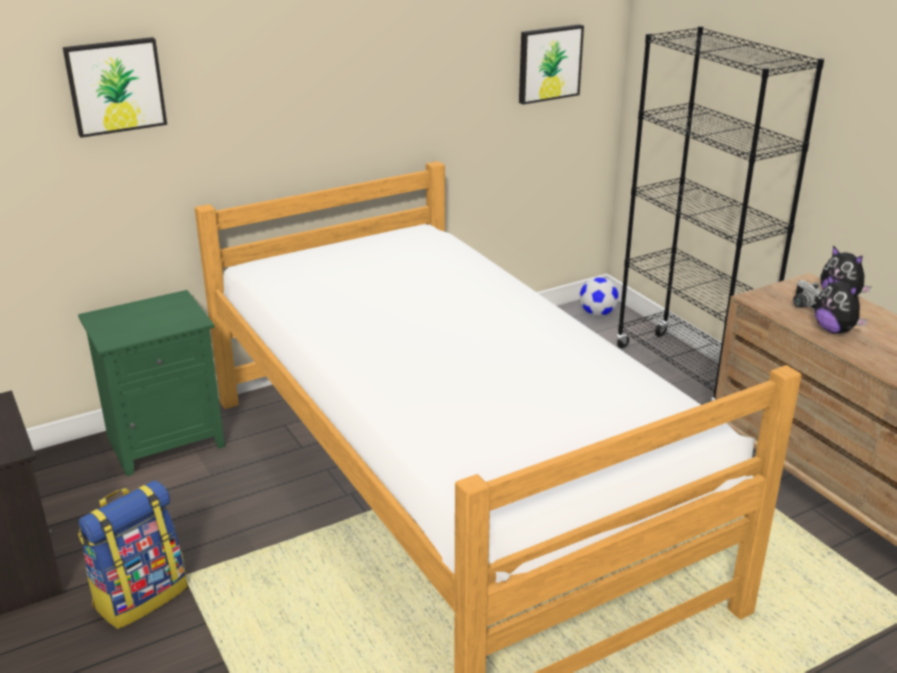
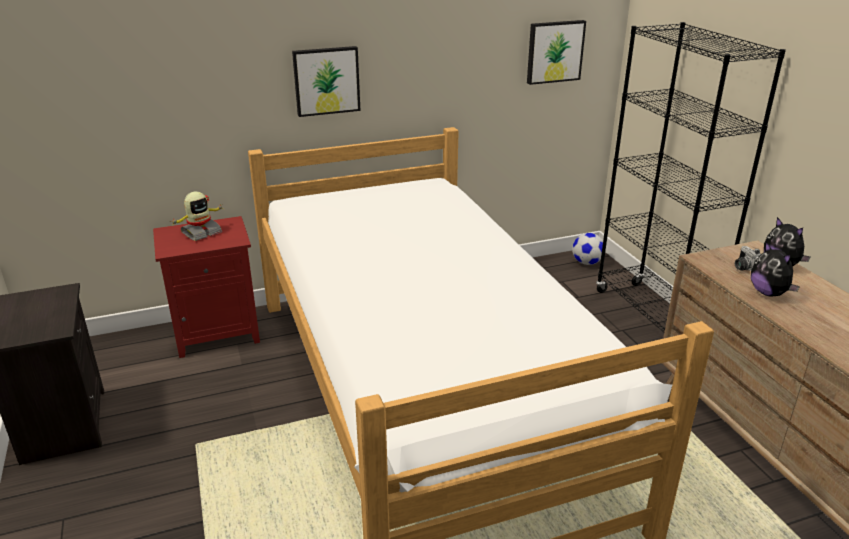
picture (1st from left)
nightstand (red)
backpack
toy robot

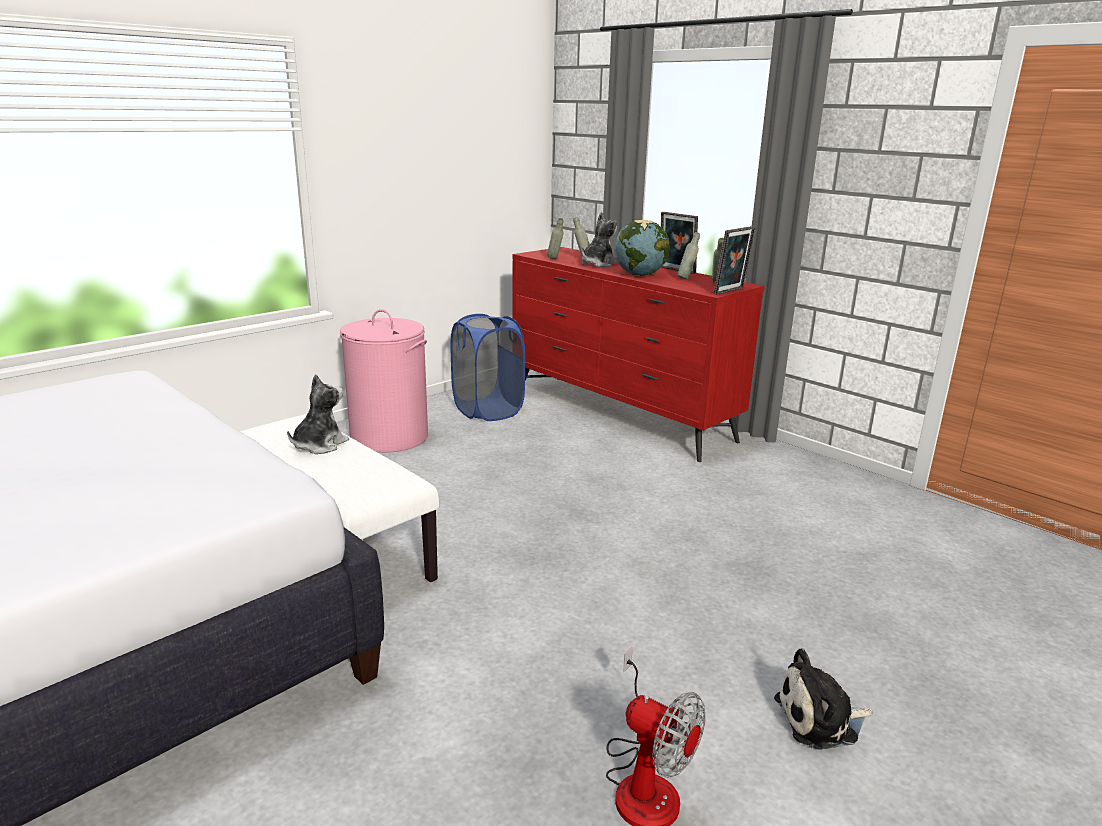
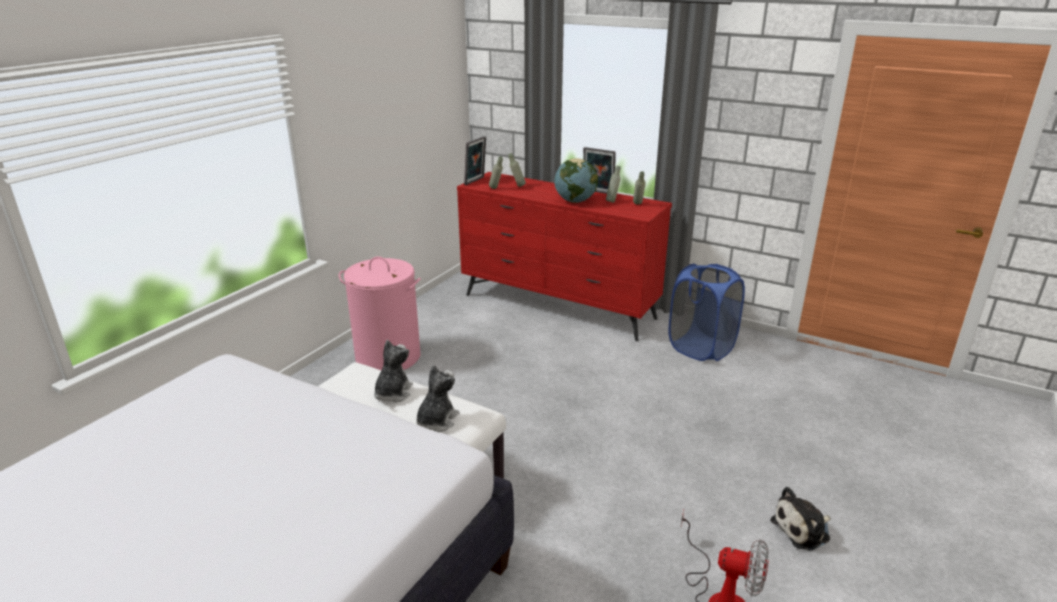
laundry basket (blue)
plush toy (2nd from left)
picture frame (1st from left)

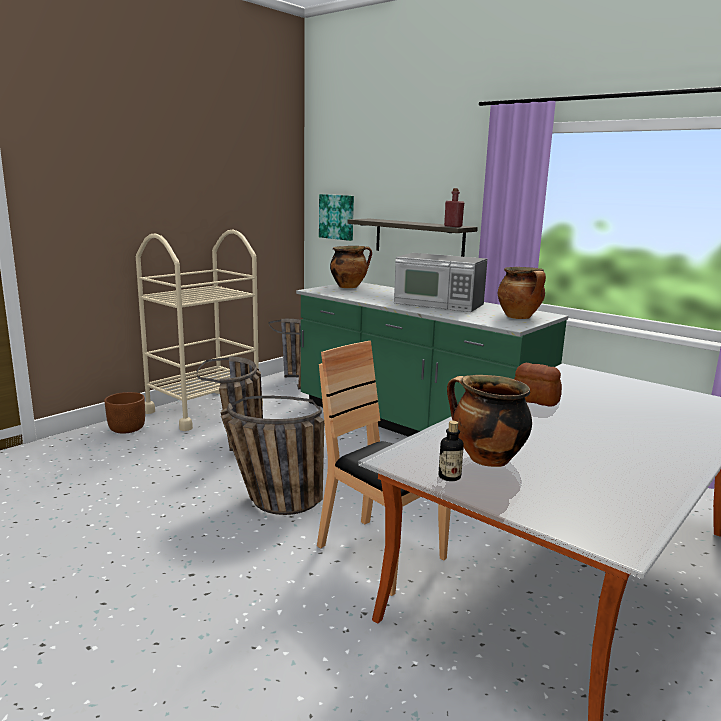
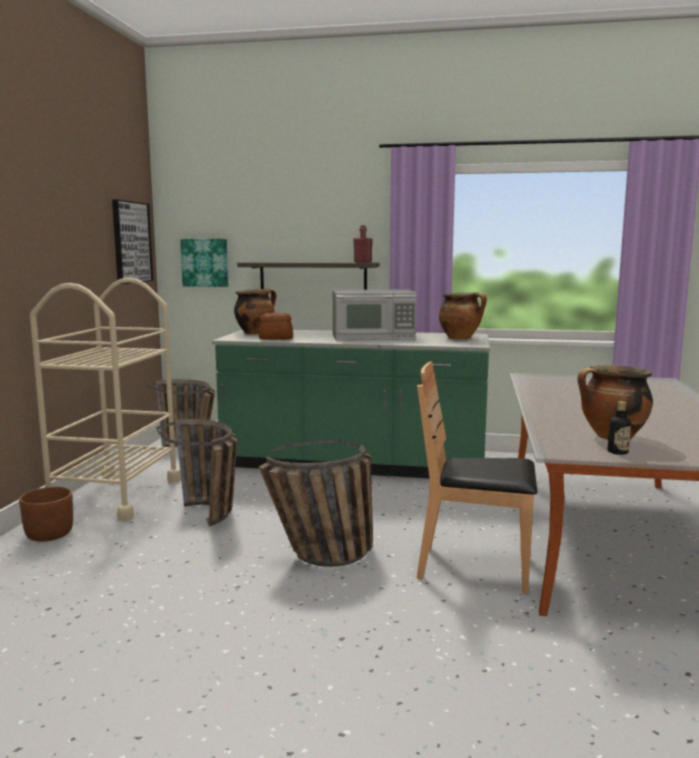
bread
picture (1st from left)

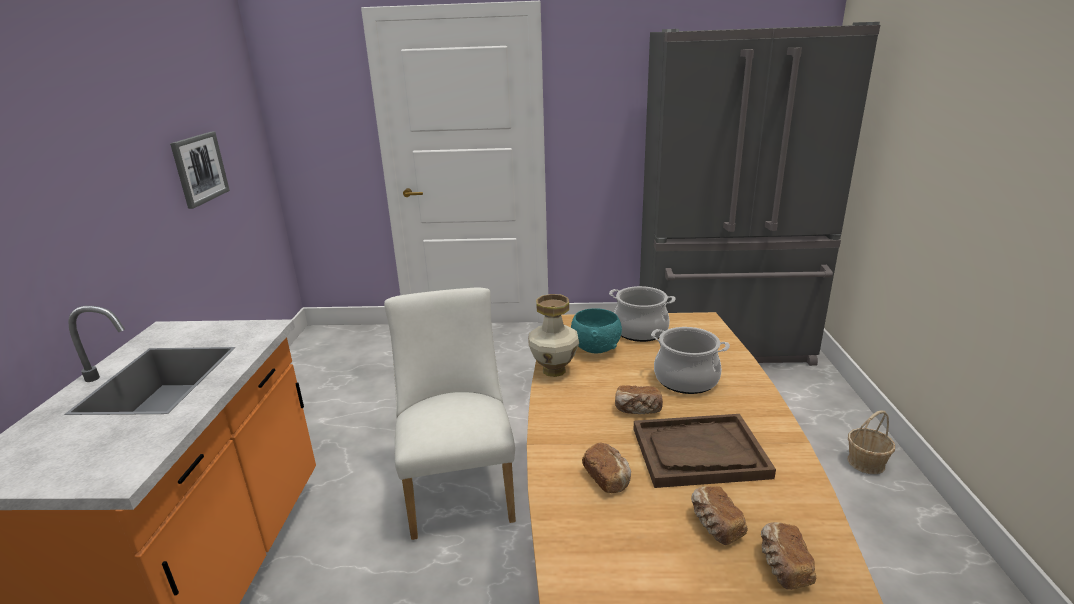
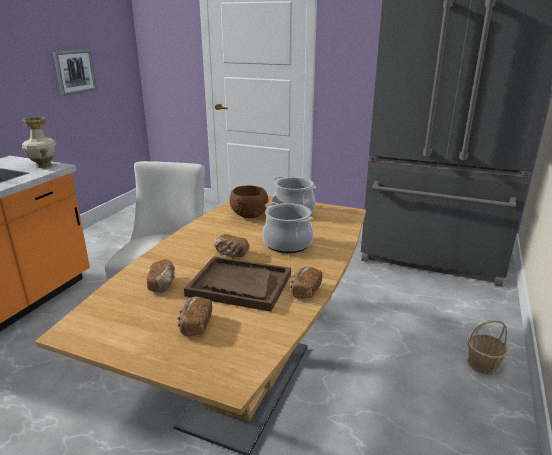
vase
bowl (brown)
bread (4th from left)

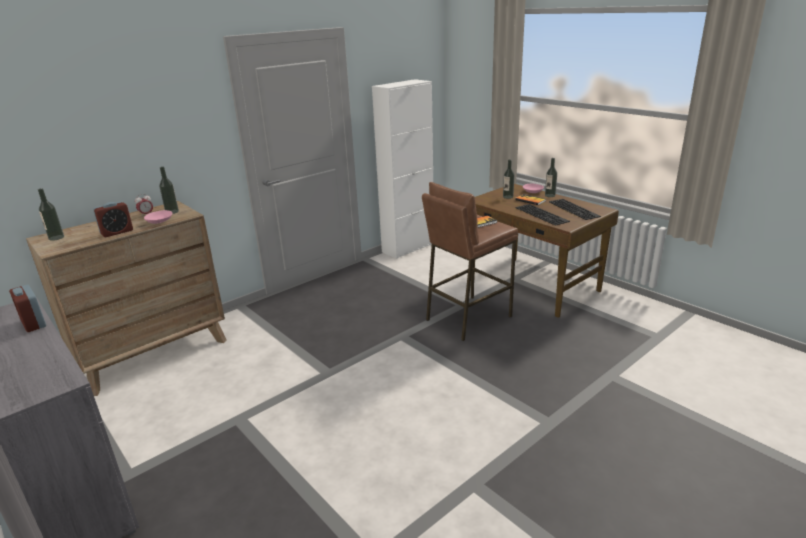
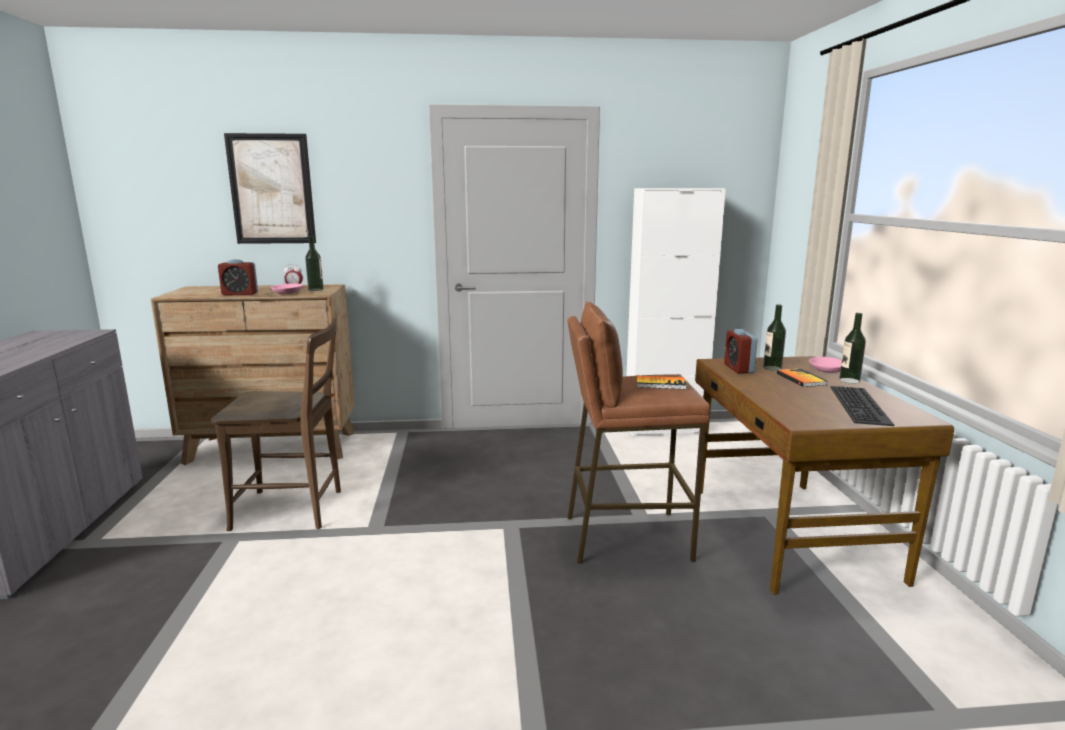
alarm clock (3rd from left)
bottle (1st from left in the first image)
keyboard (1st from left in the first image)
chair (brown)
picture

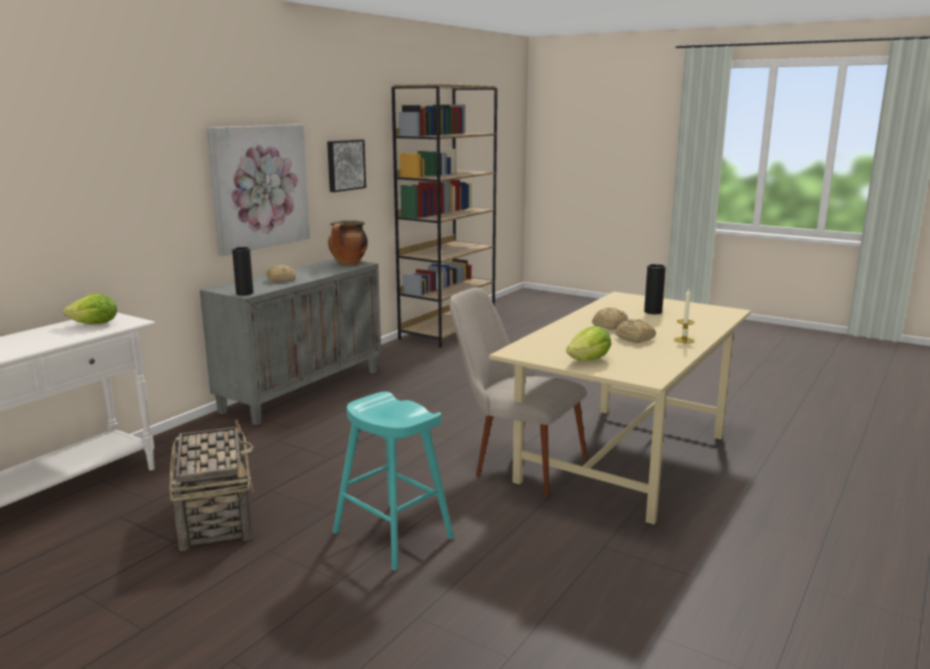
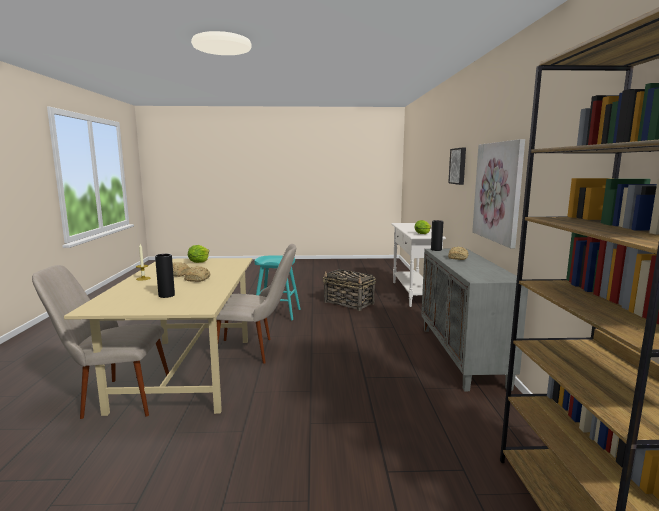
picture (1st from left)
cooking pot
chair (beige) (1st from left)

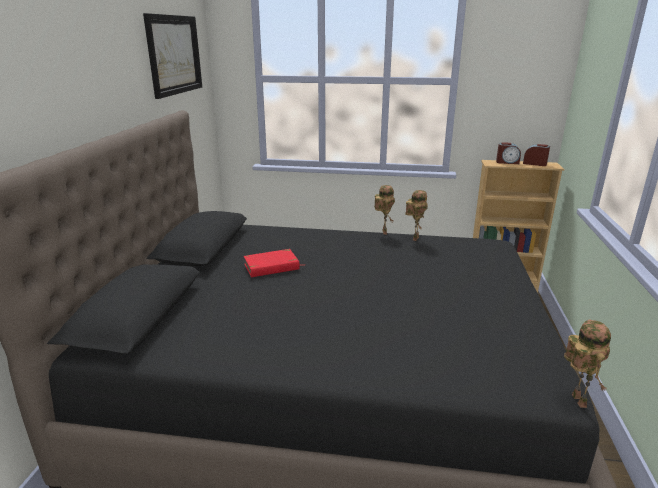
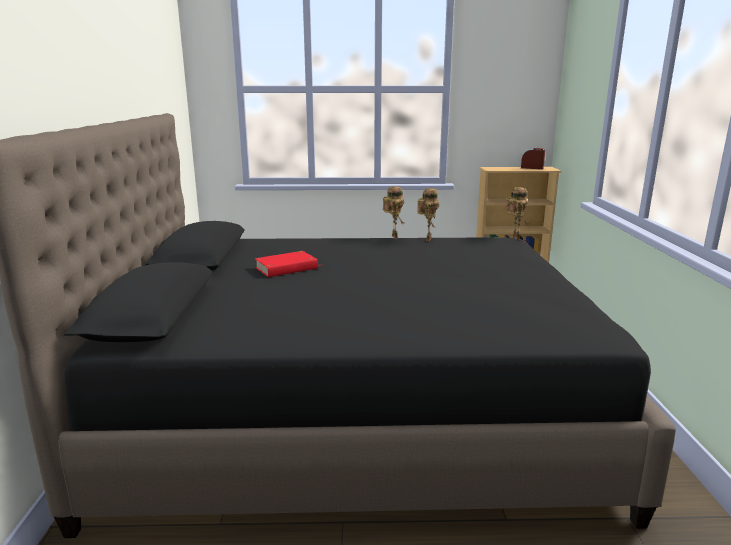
picture
alarm clock (1st from left in the first image)
toy robot (3rd from left)

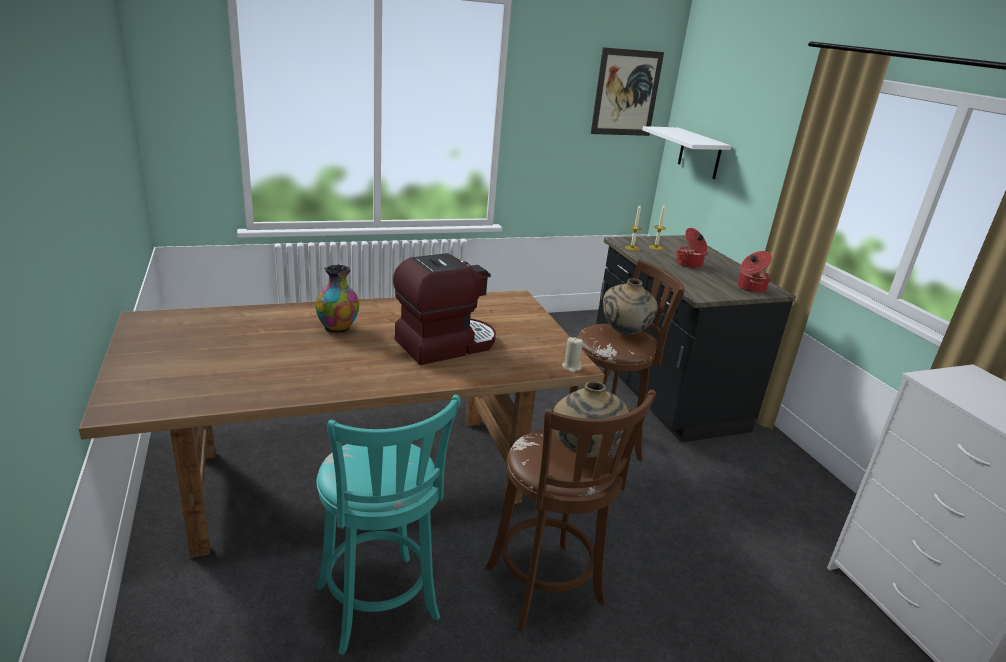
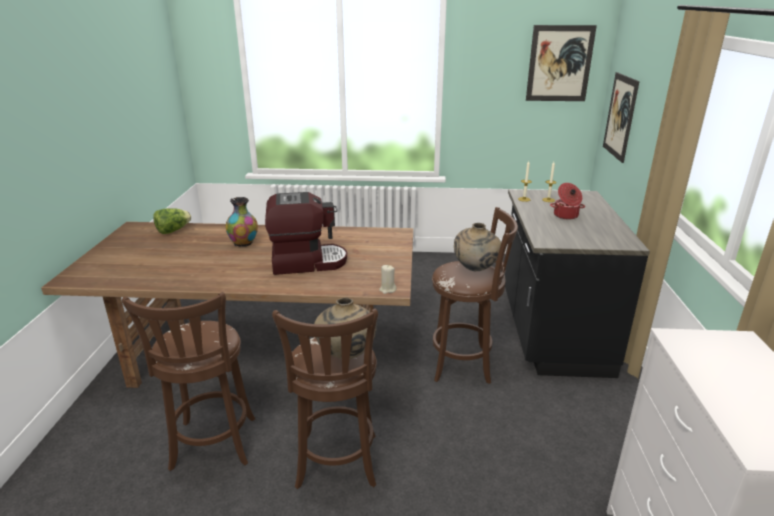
stool (brown) (1st from left)
picture (2nd from left)
cooking pot (2nd from left in the first image)
lettuce

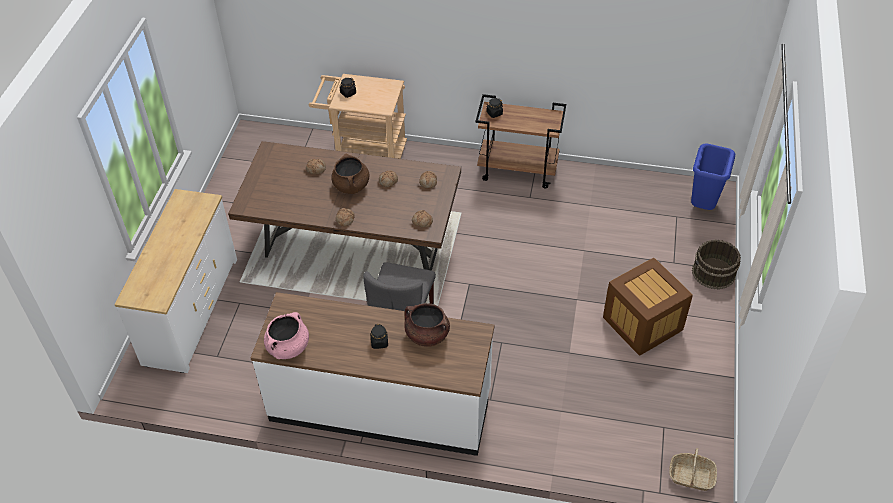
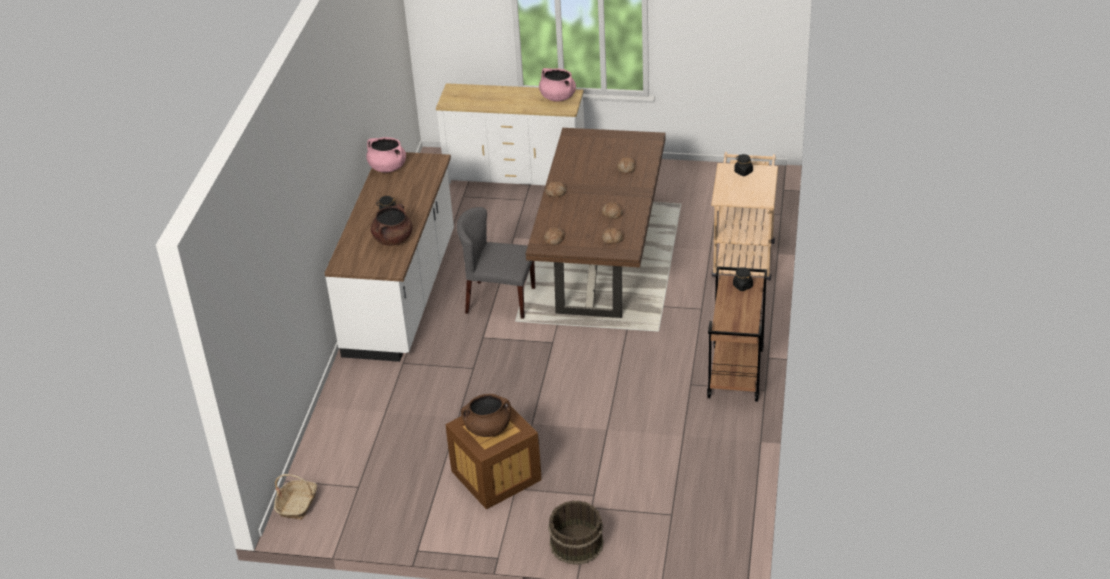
cooking pot (brown) (2nd from left)
trash can (blue)
cooking pot (pink) (2nd from left)

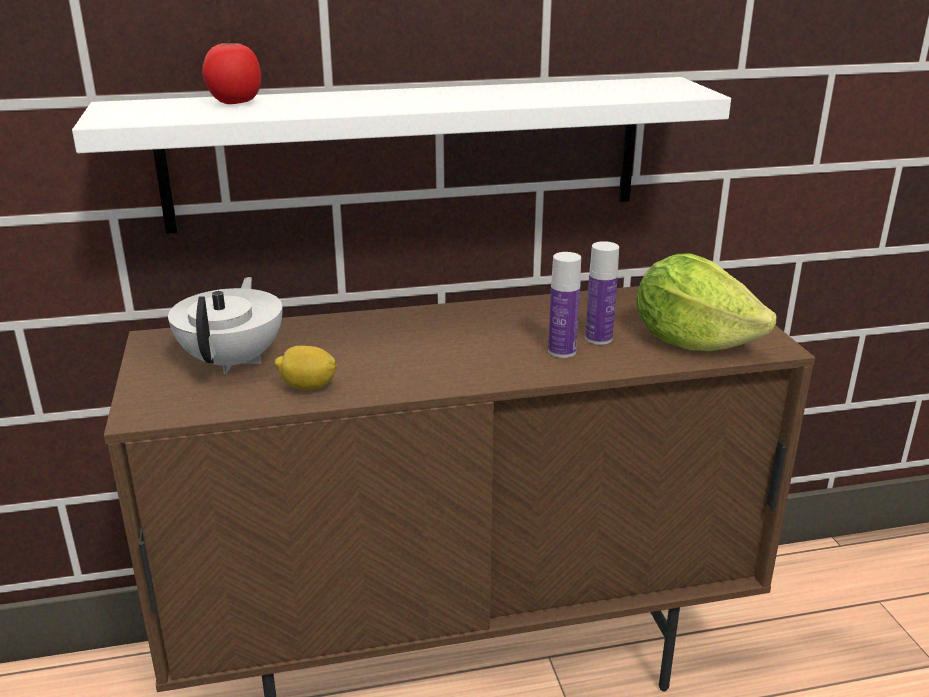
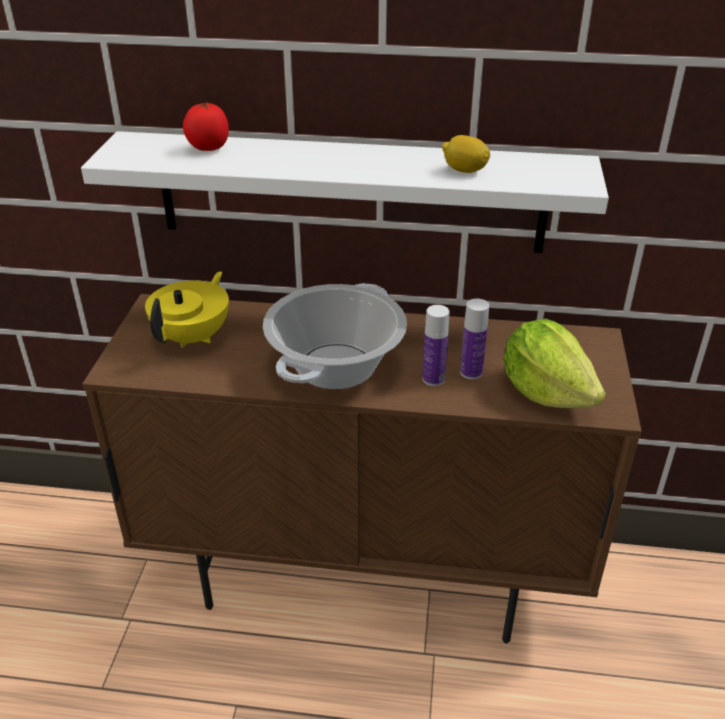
teapot (yellow)
lemon
cooking pot

